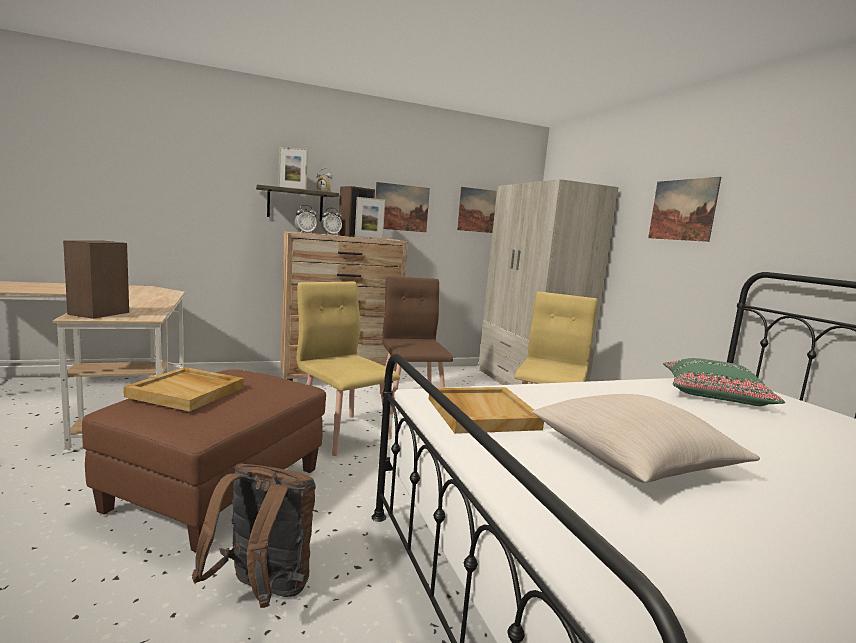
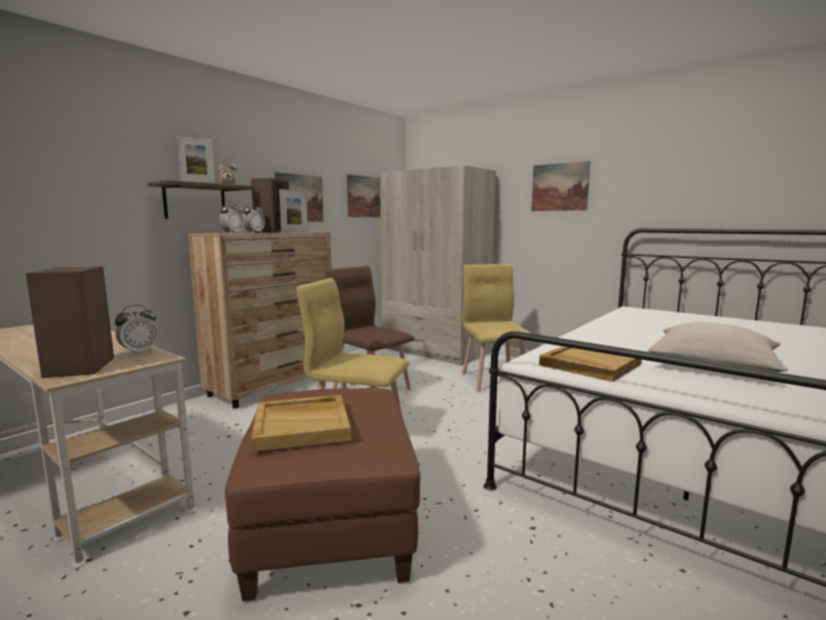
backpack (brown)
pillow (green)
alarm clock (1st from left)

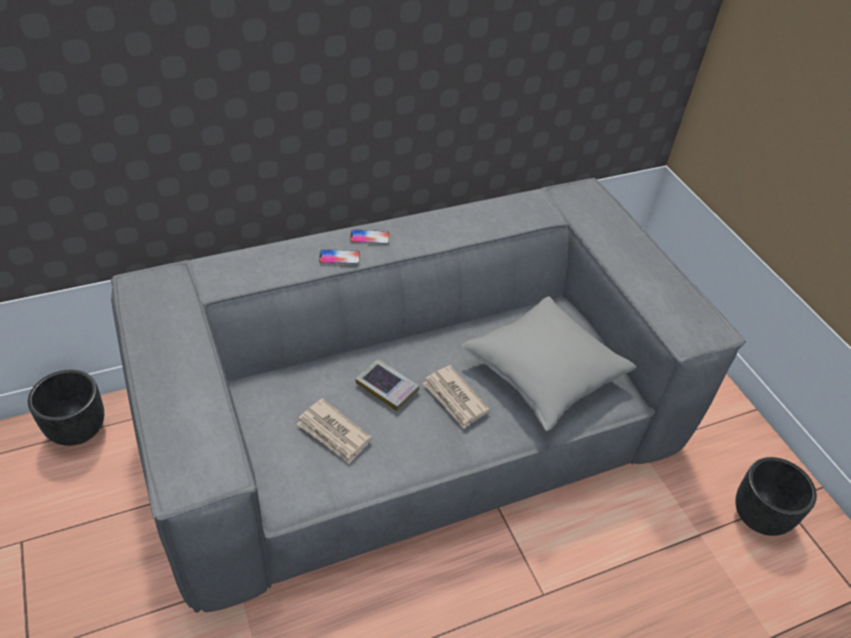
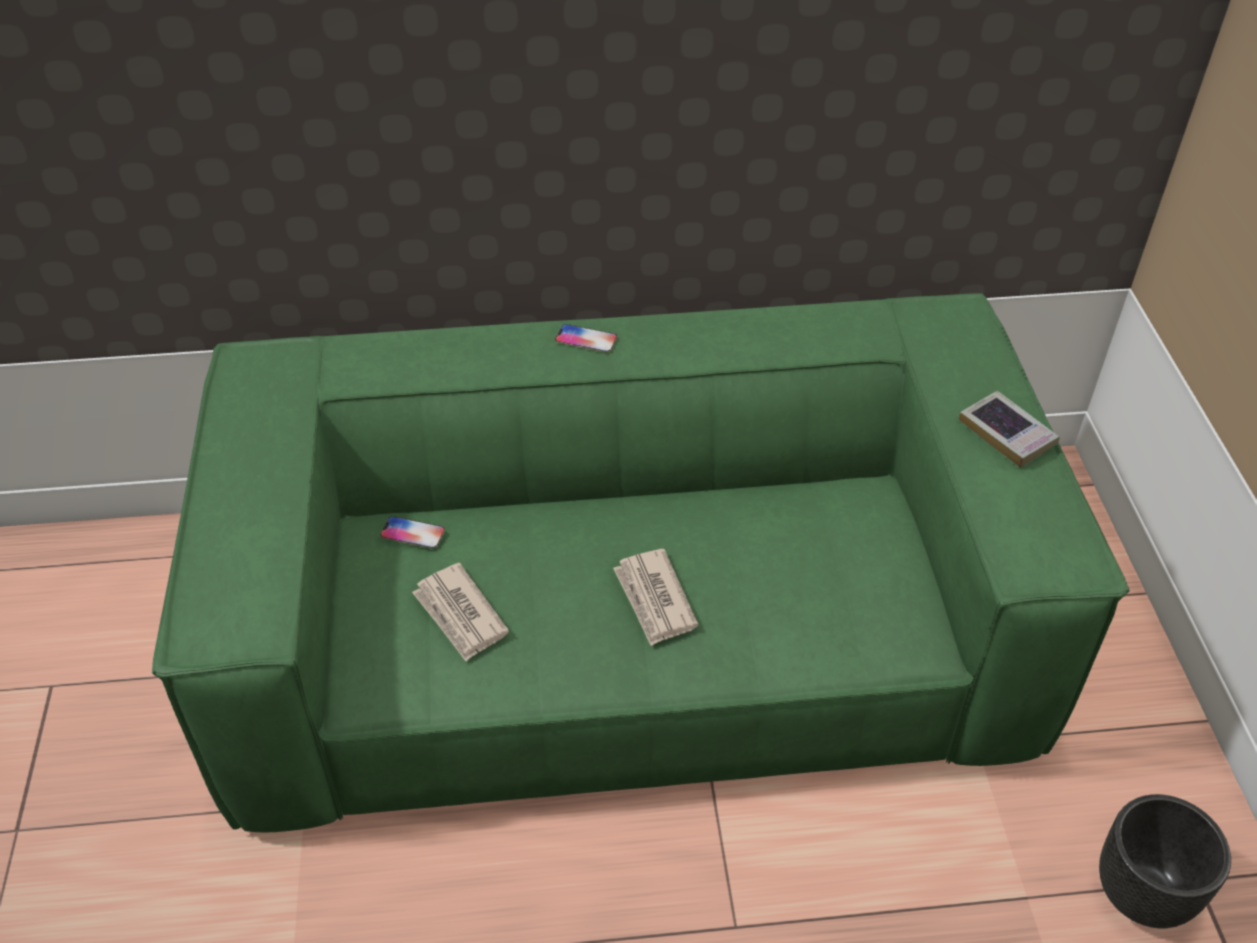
planter (black) (1st from left in the first image)
sofa (green)
phone (1st from left)
book
pillow (grey)

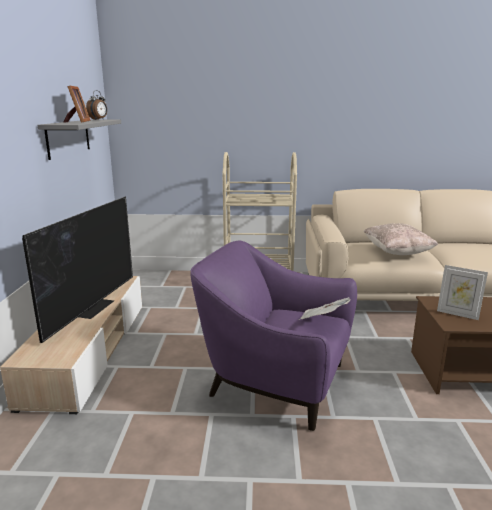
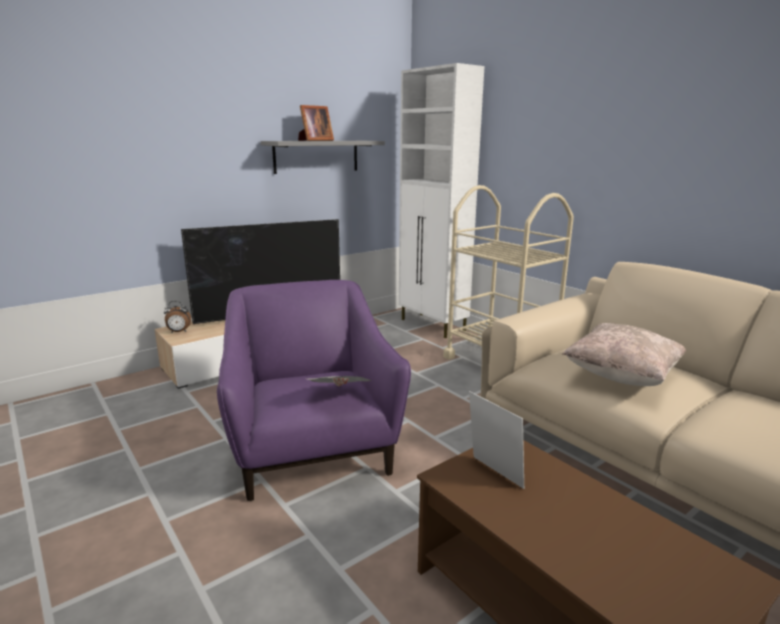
alarm clock
picture frame (2nd from left)
cabinet (white)

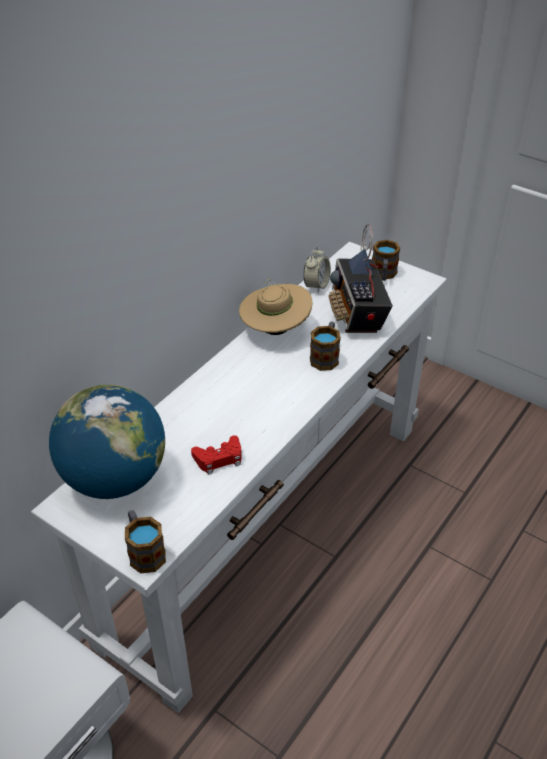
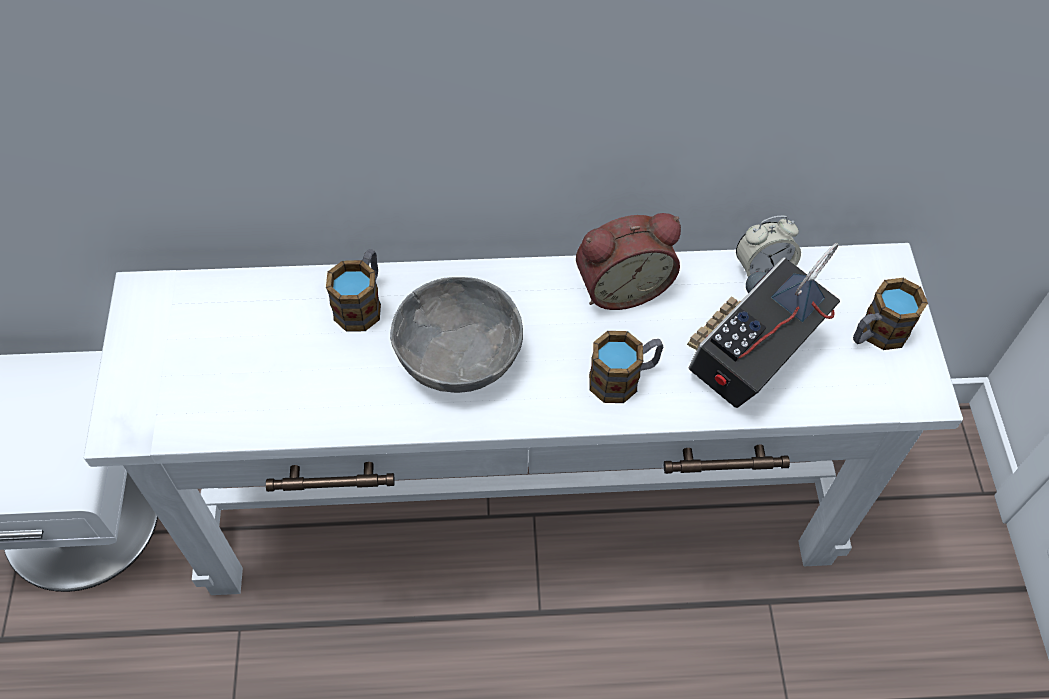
globe
mug (1st from left)
game controller (red)
alarm clock (1st from left)
bowl (grey)

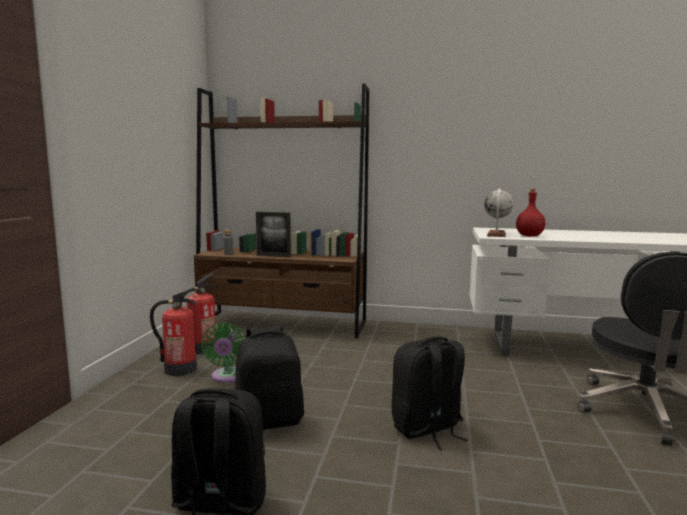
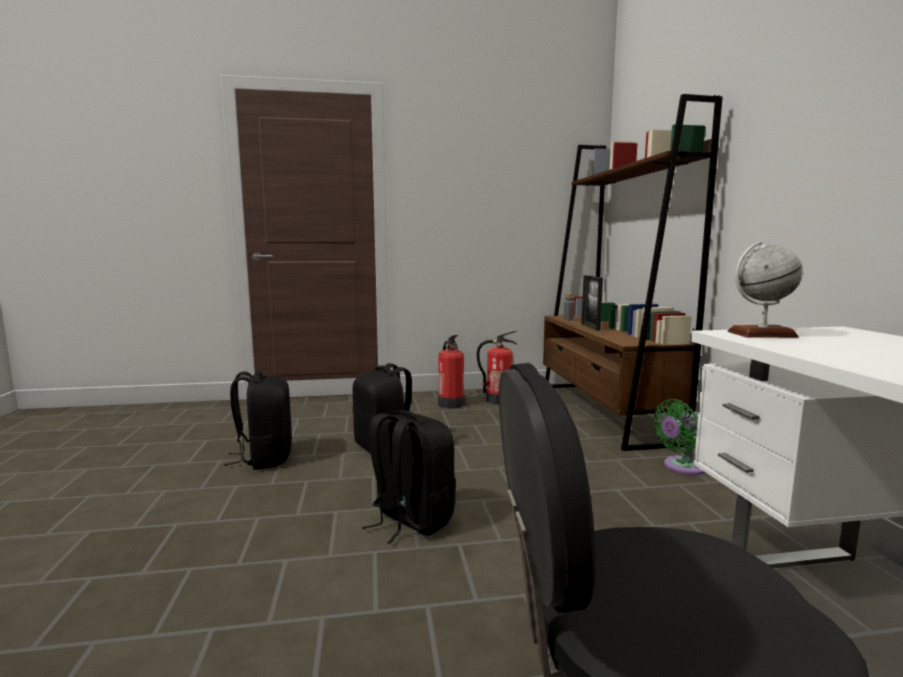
fan (green)
bottle (red)

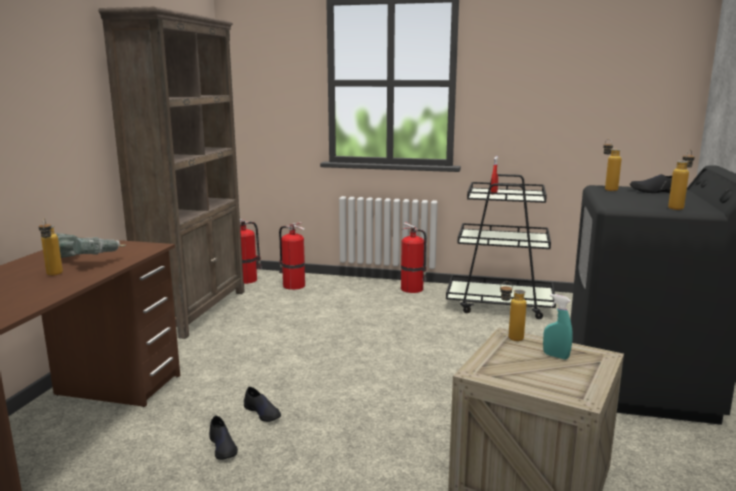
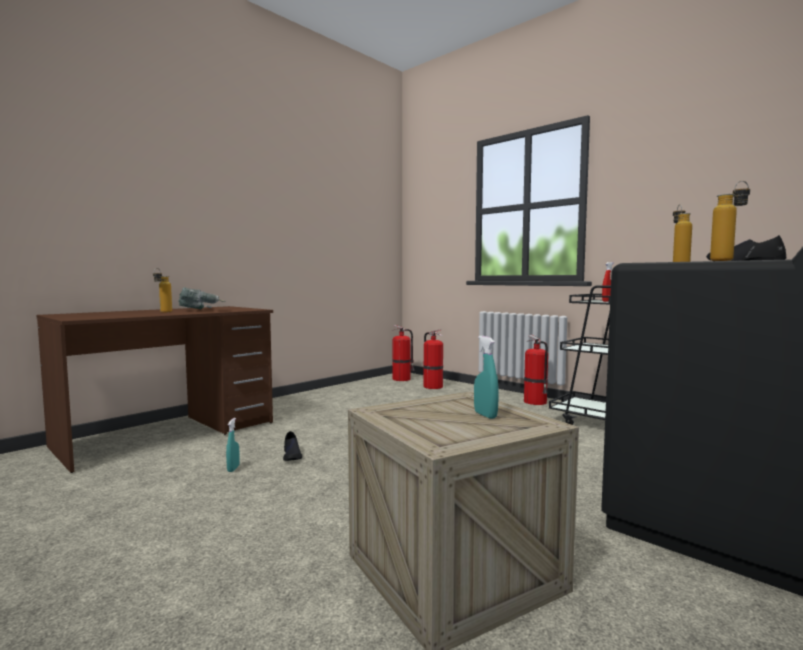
bookcase (brown)
spray bottle (turquoise) (1st from left)
bottle (2nd from left in the first image)

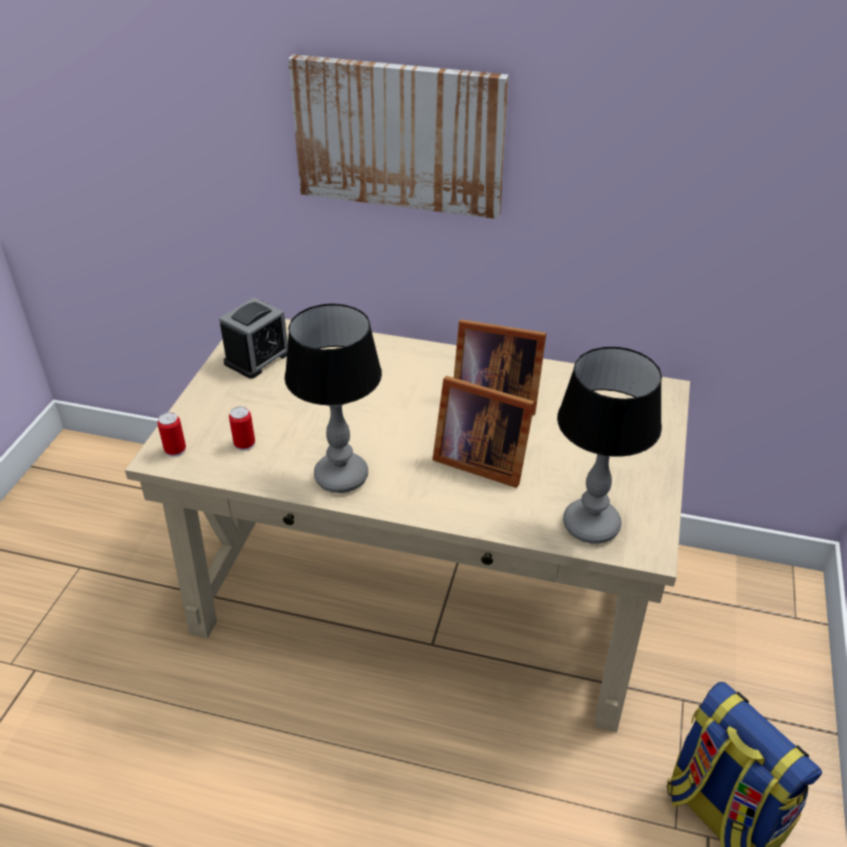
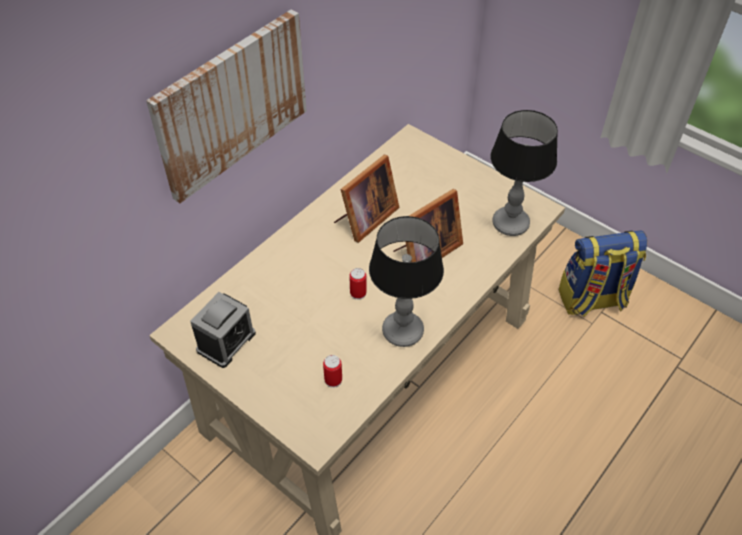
can (2nd from left)
alarm clock

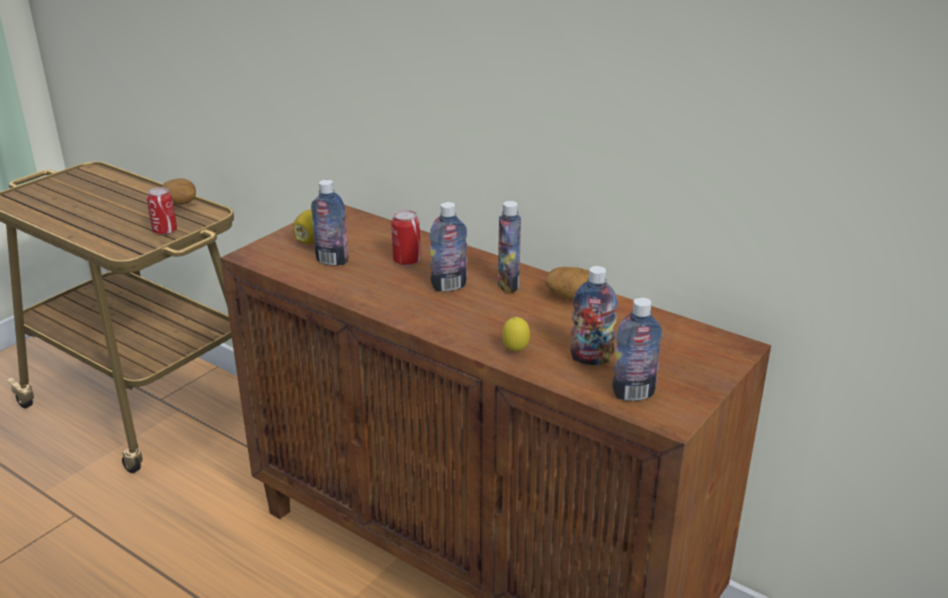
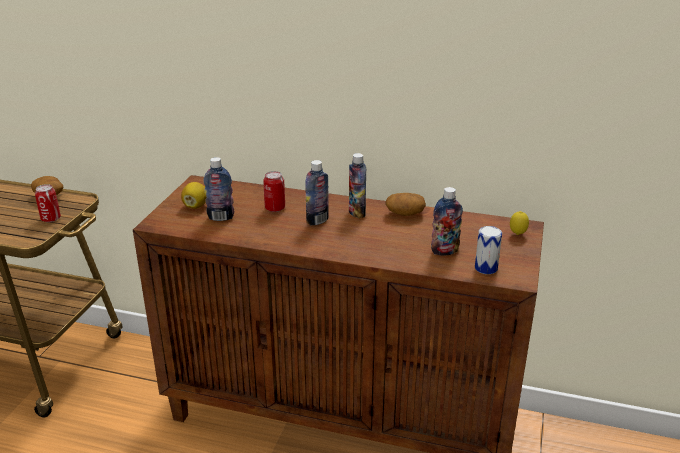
lemon (2nd from left)
can (3rd from left)

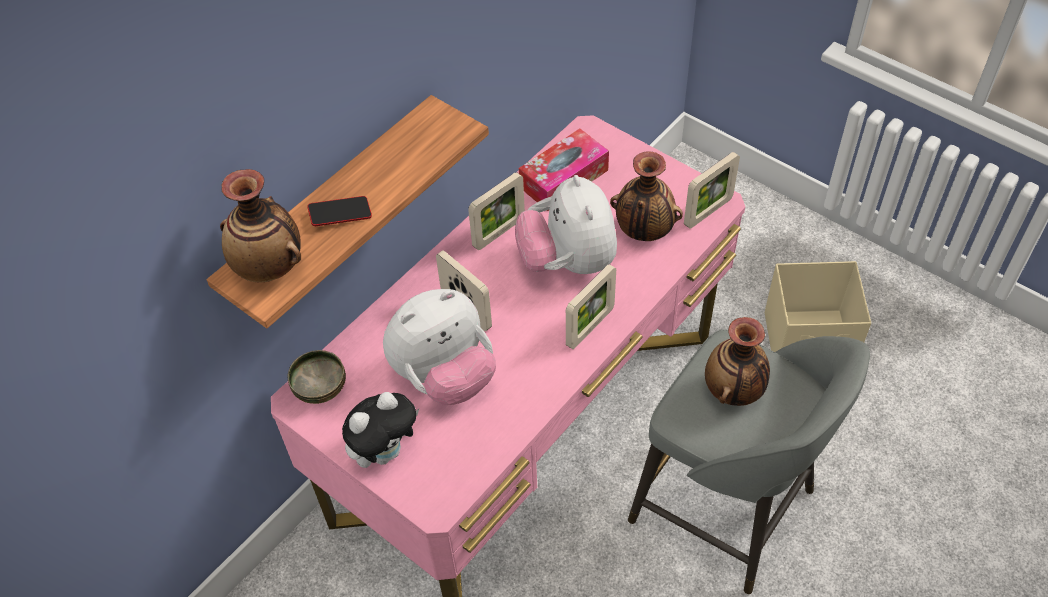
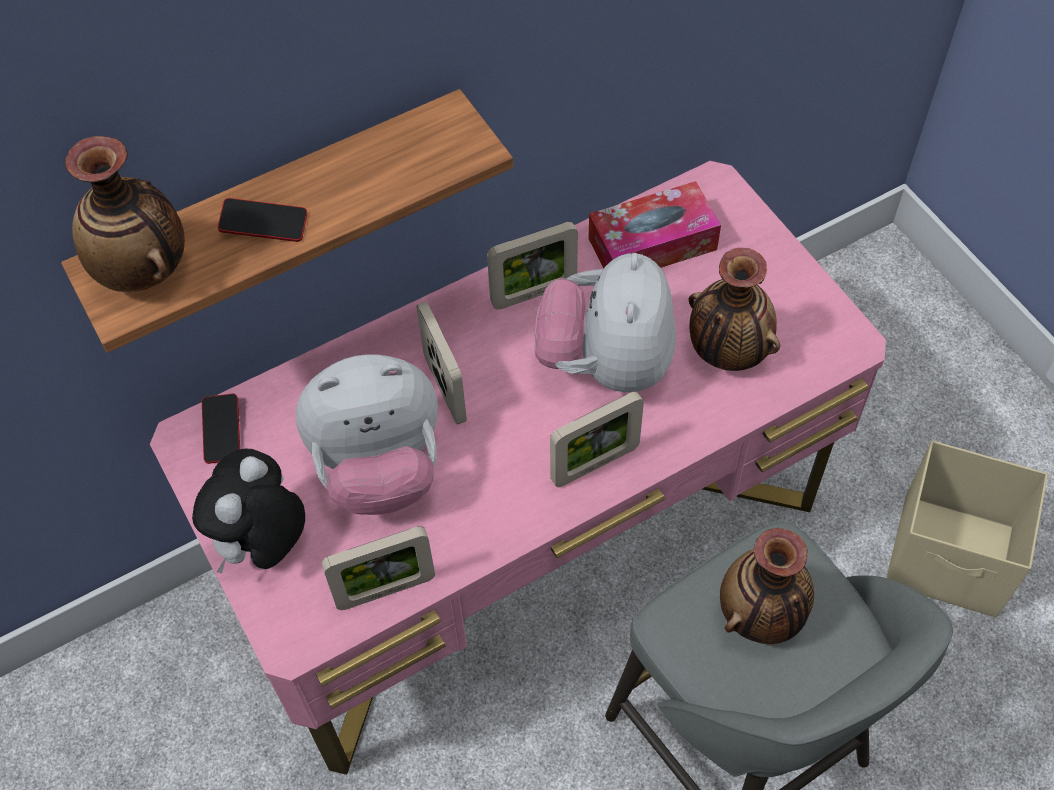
phone (1st from left)
plush toy (1st from left)
picture frame (1st from left)

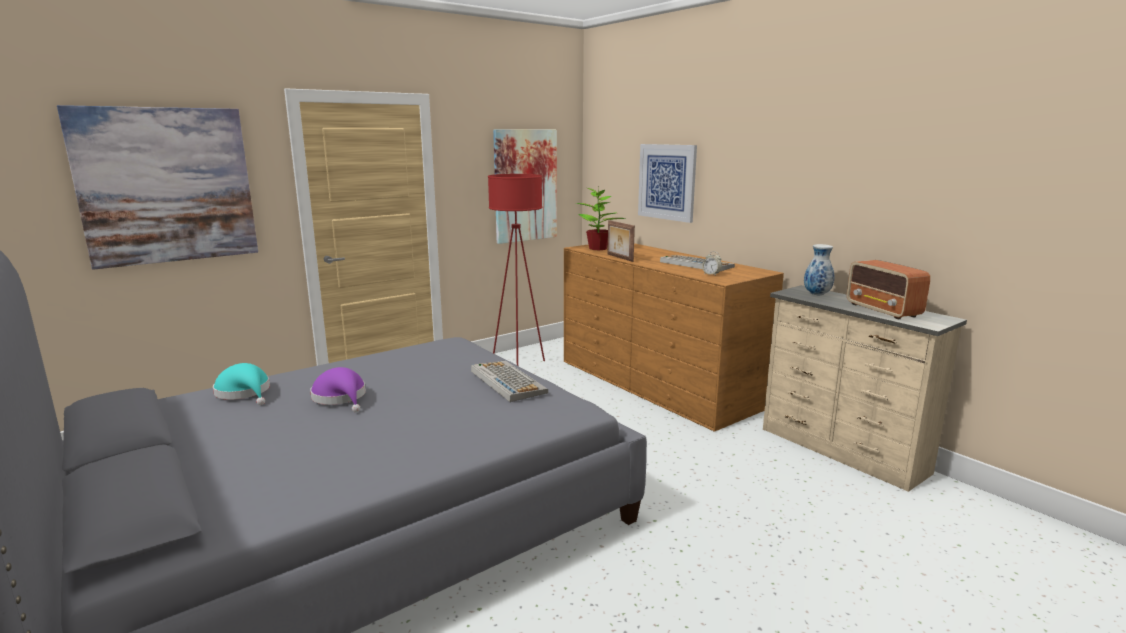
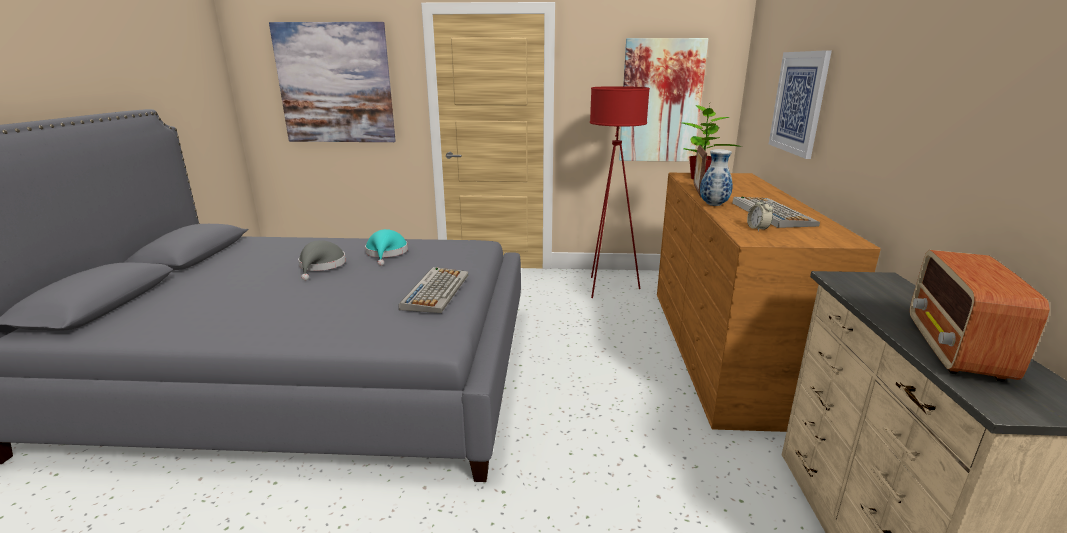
hat (turquoise)
hat (grey)
vase

